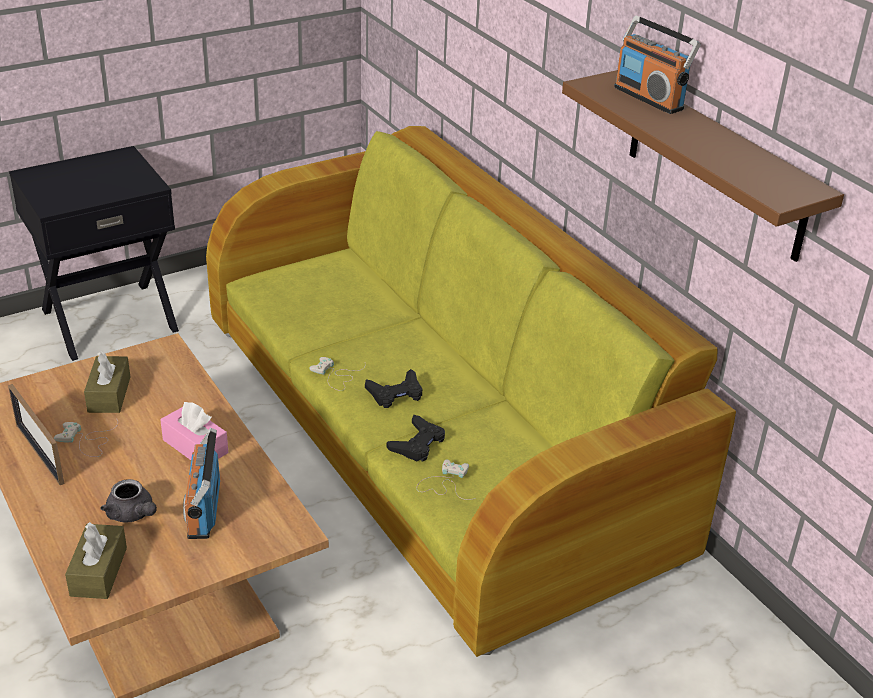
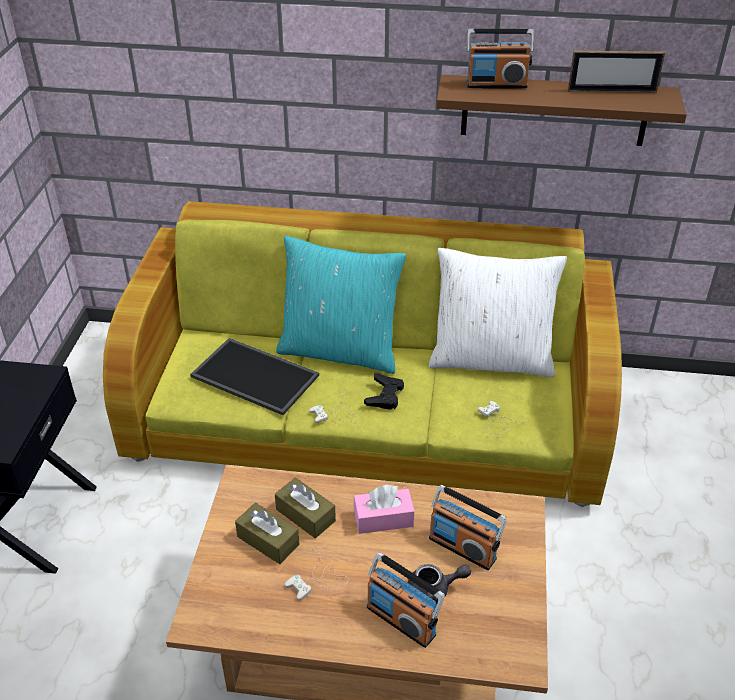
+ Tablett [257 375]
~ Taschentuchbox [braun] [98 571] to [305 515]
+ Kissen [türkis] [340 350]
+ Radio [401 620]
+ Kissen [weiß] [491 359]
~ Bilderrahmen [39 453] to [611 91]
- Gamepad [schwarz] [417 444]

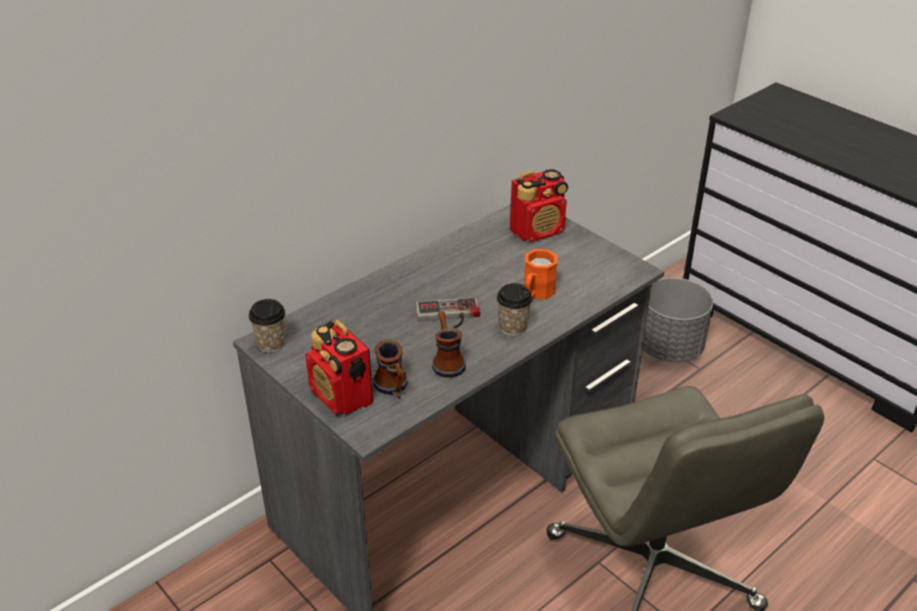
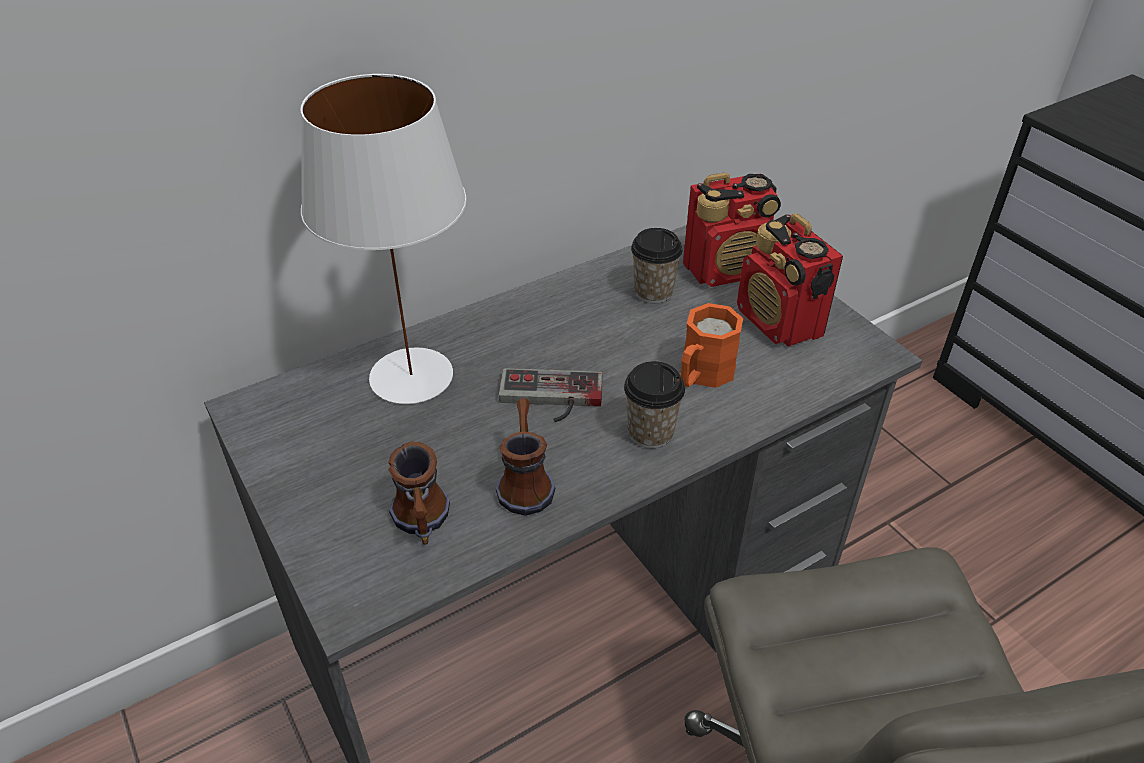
+ Tischlampe [weiß] [409 376]
~ Tasse [271 344] to [653 292]
~ Radio [342 397] to [780 323]
- Pflanzkübel [grau] [670 348]

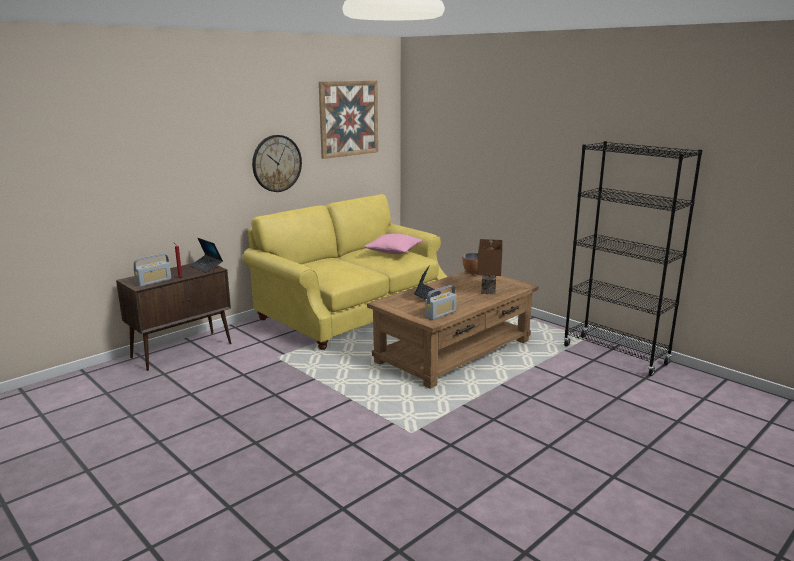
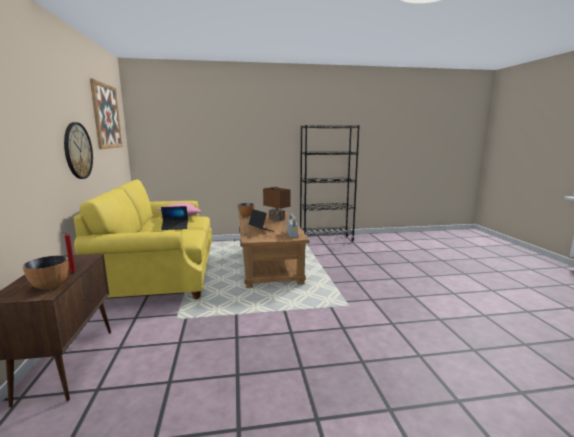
~ Radio [154 282] to Schüssel [50 286]
~ Laptop [206 267] to [175 227]

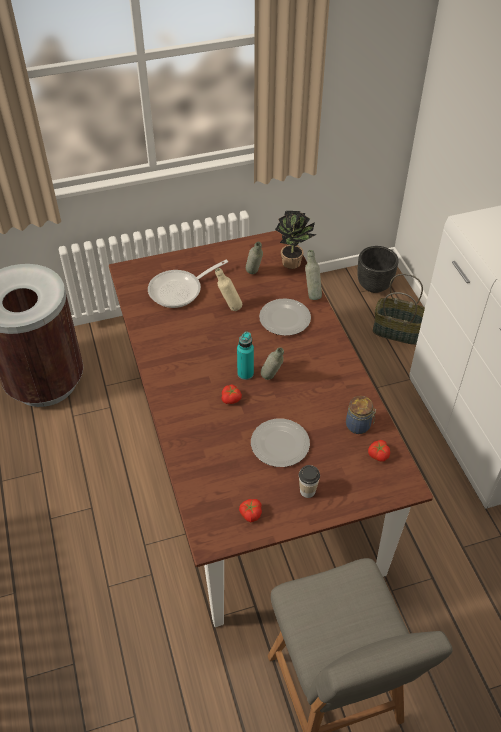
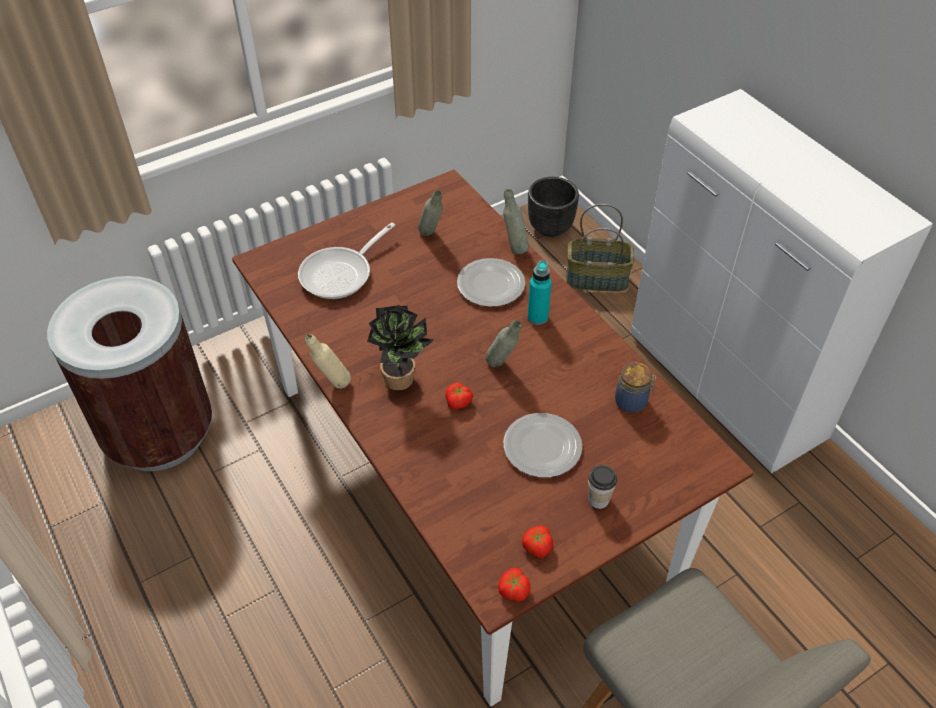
~ Flasche [beige] [229 308] to [332 384]
~ Topfpflanze [294 263] to [403 380]
~ Tomate [378 455] to [513 590]
~ Flasche [türkis] [245 373] to [537 317]

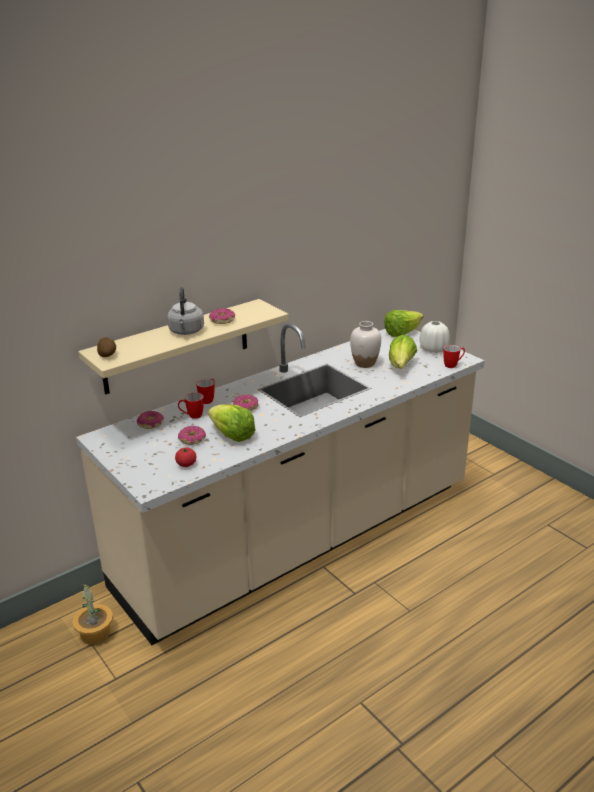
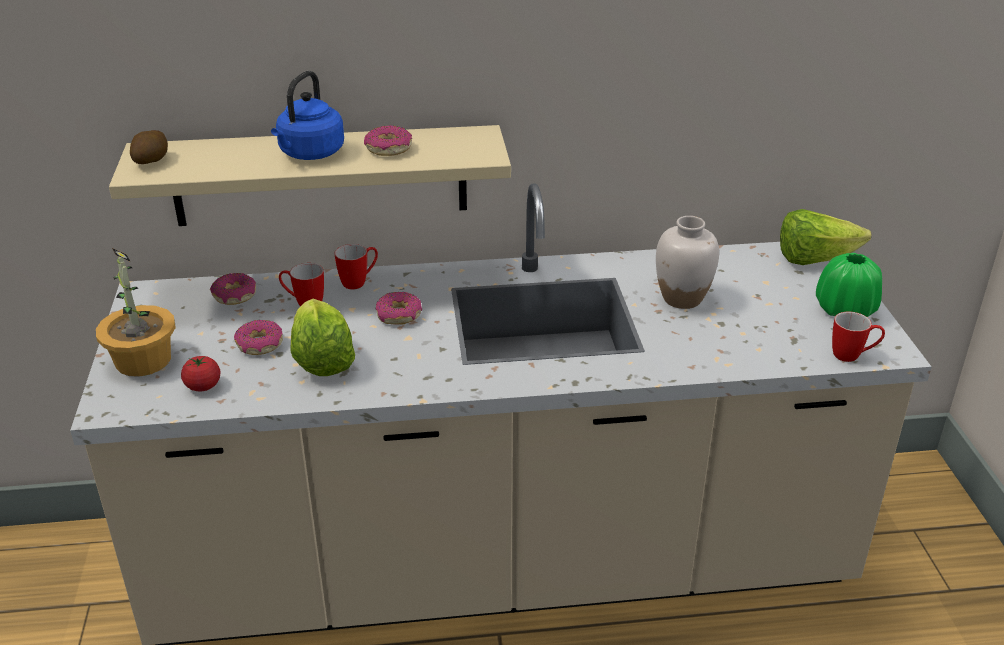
~ Topfpflanze [95 634] to [142 360]
~ Wasserkessel [grau] [186 332] to Wasserkessel [blau] [309 154]
~ Vase [weiß] [433 349] to Vase [grün] [845 310]
- Salatkopf [401 366]

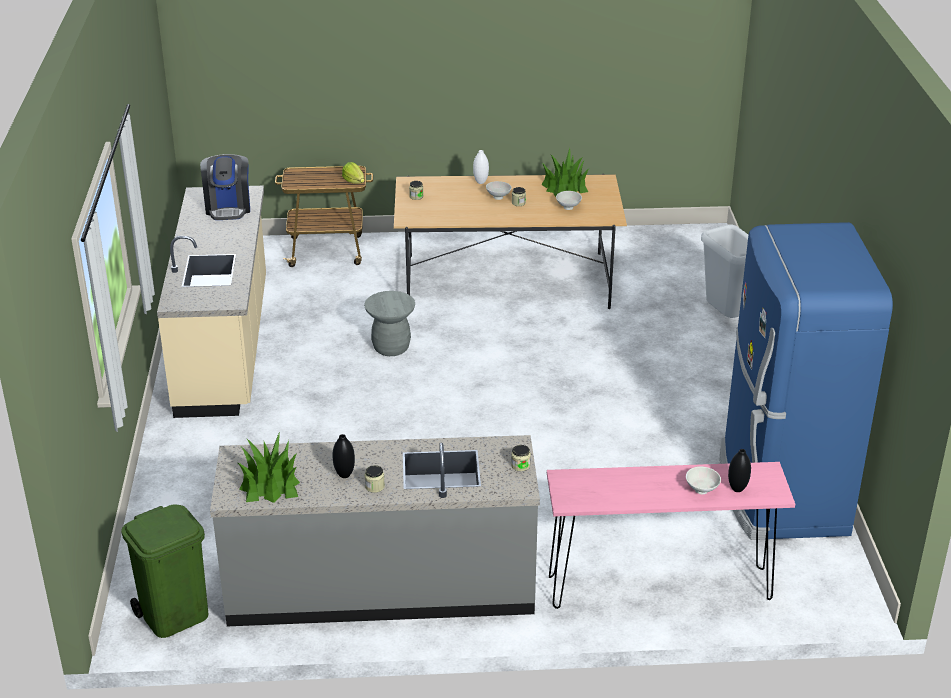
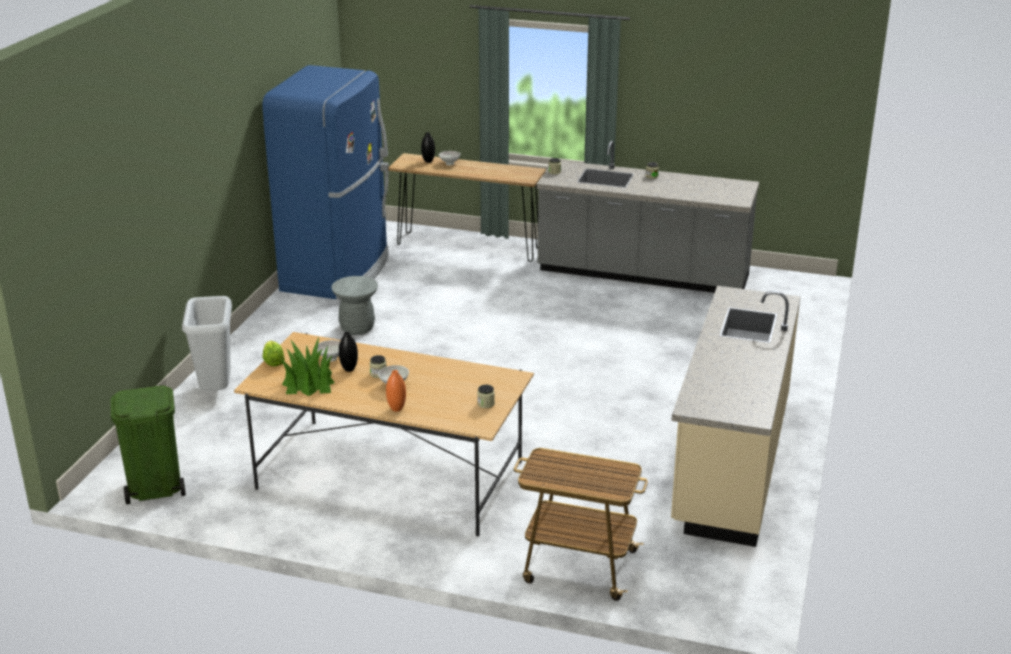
~ Mülleimer [grün] [175 615] to [154 487]
~ Salatkopf [354 182] to [273 362]
~ Hocker [grau] [391 348] to [357 328]
~ Vase [schwarz] [344 475] to [349 369]
~ Vase [weiß] [480 182] to Vase [orange] [396 409]
~ Konsolentisch [rosa] [659 588] to Konsolentisch [braun] [468 247]
- Kaffeemaschine [228 208]
- Topfpflanze [270 485]

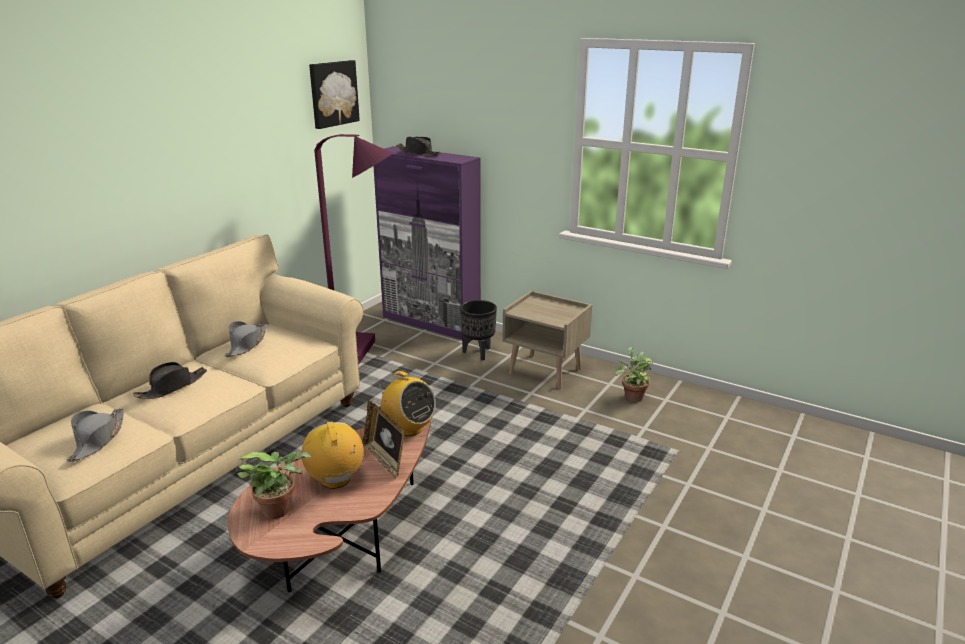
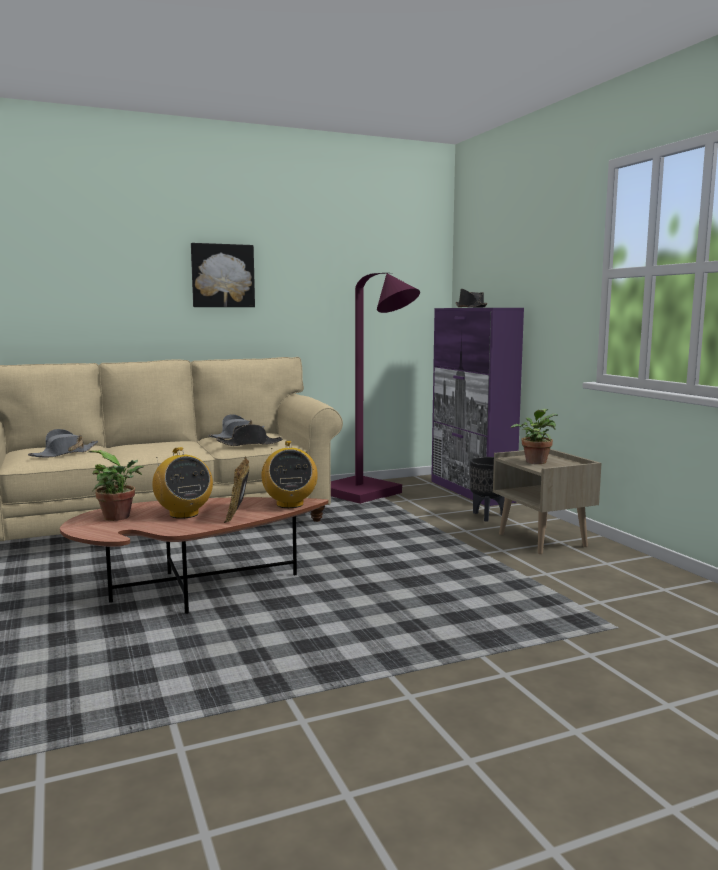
~ Radio [336 480] = [183 514] 135 degrees clockwise
~ Bild [333 93] to [222 276]
~ Hut [schwarz] [172 387] to [250 444]
~ Topfpflanze [632 396] to [535 461]

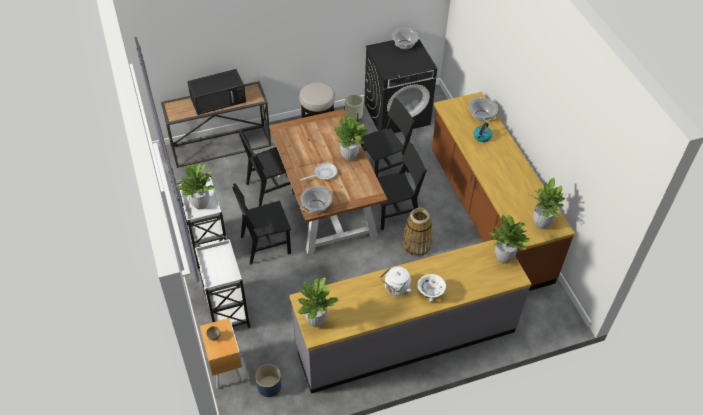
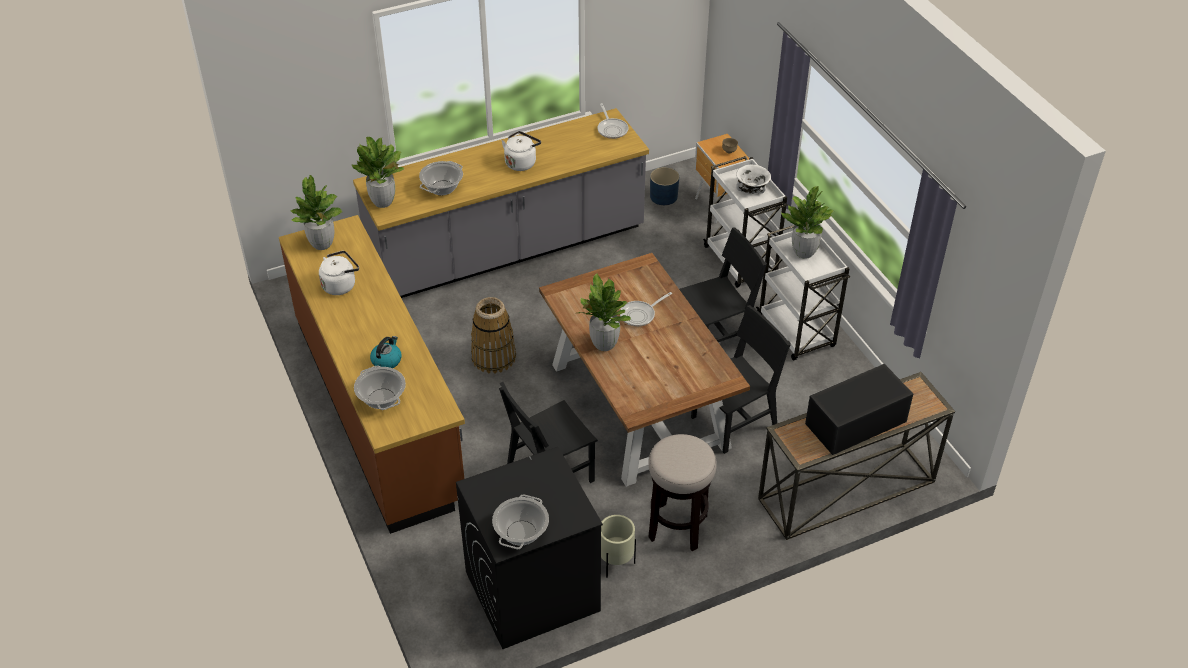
+ Wasserkessel [weiß] [340 285]
~ Kochtopf [316 206] to [442 188]
~ Topfpflanze [316 320] to Pfanne [612 129]
~ Schüssel [weiß] [431 293] to [751 189]
- Stuhl [schwarz] [394 212]

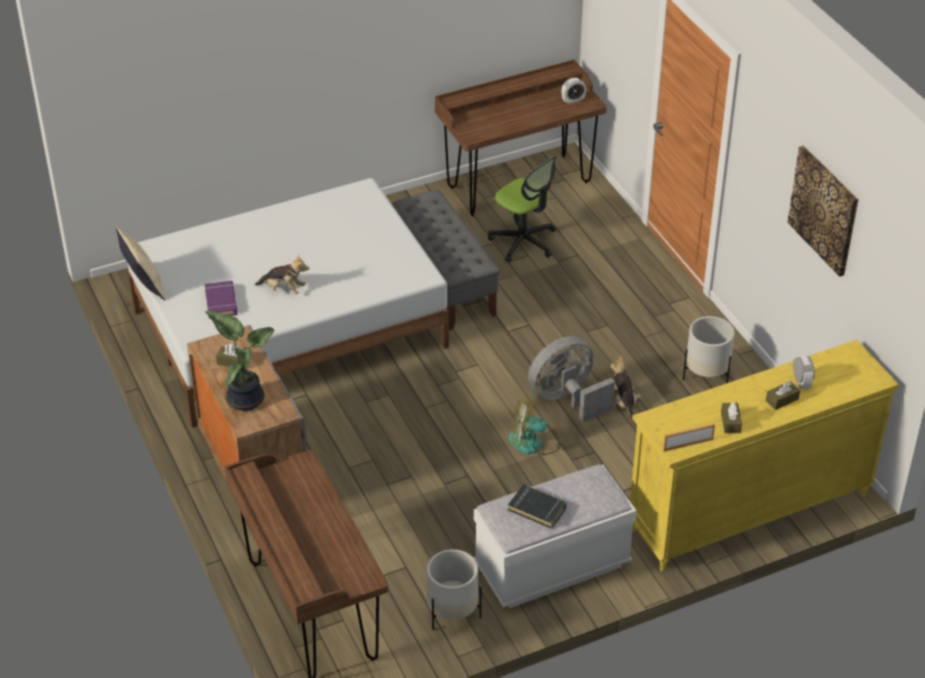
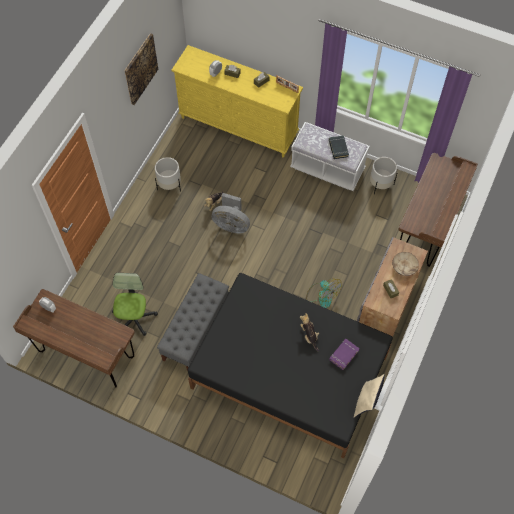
~ Bett [weiß] [289 327] to Bett [schwarz] [289 372]
~ Ventilator [533 443] to [322 295]
~ Topfpflanze [245 398] to Schüssel [beige] [404 267]

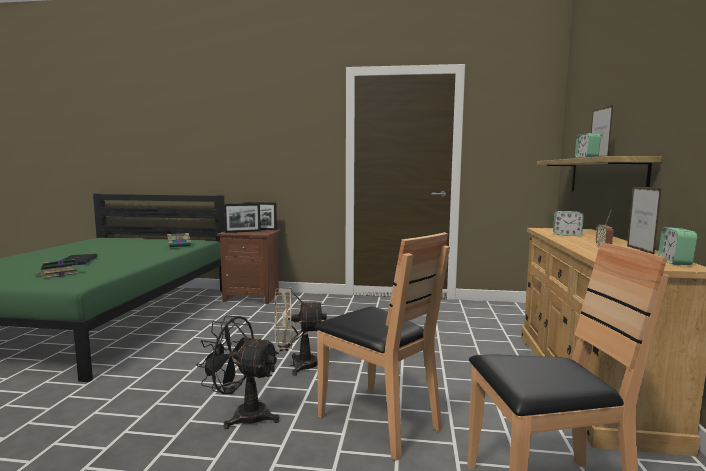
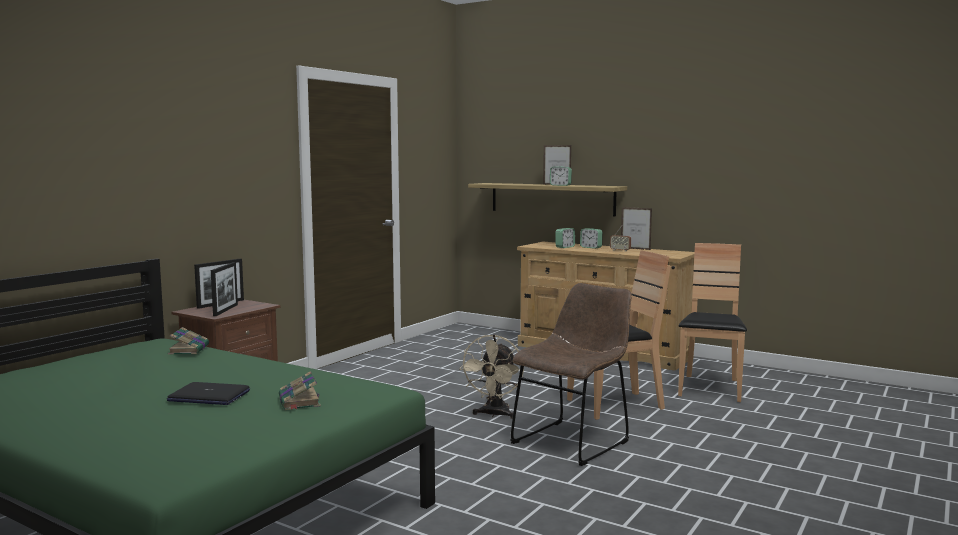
~ Ventilator [schwarz] [243 415] to Stuhl [braun] [573 441]
~ Wecker [675 262] to [591 247]

